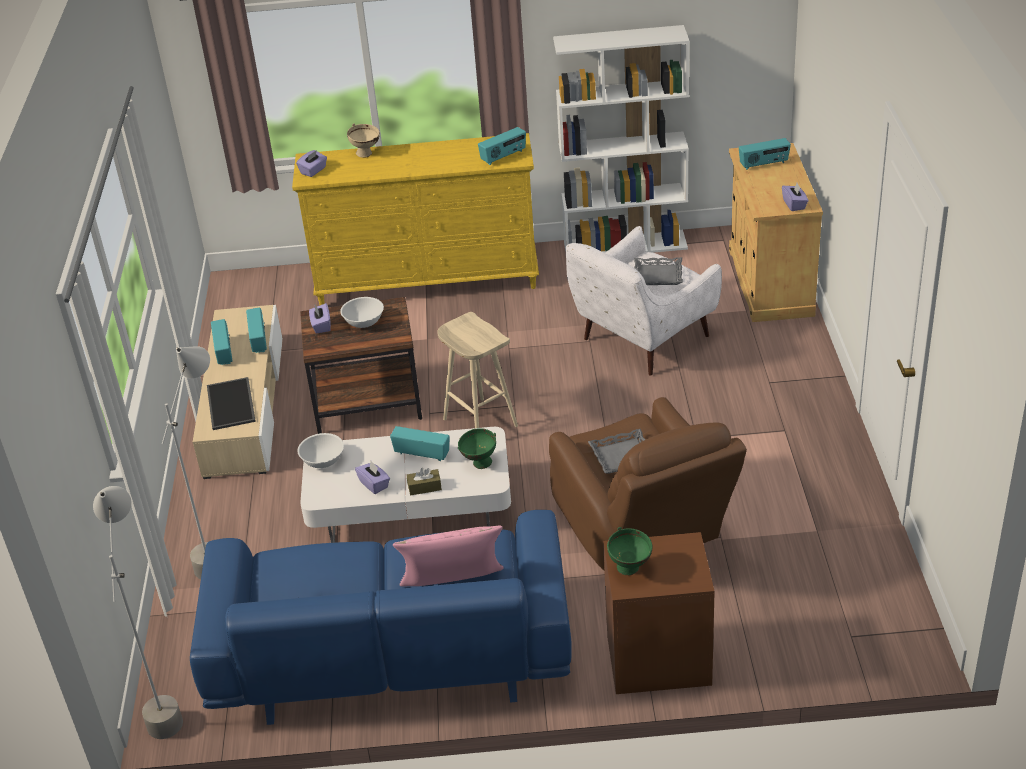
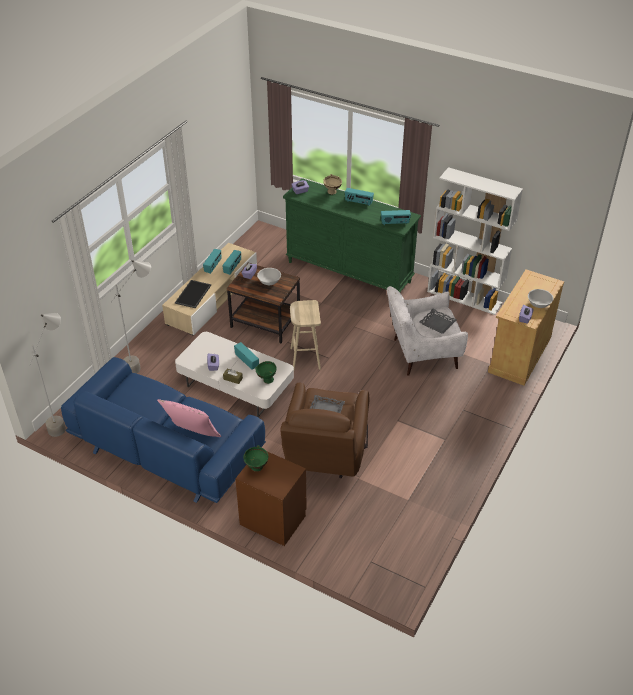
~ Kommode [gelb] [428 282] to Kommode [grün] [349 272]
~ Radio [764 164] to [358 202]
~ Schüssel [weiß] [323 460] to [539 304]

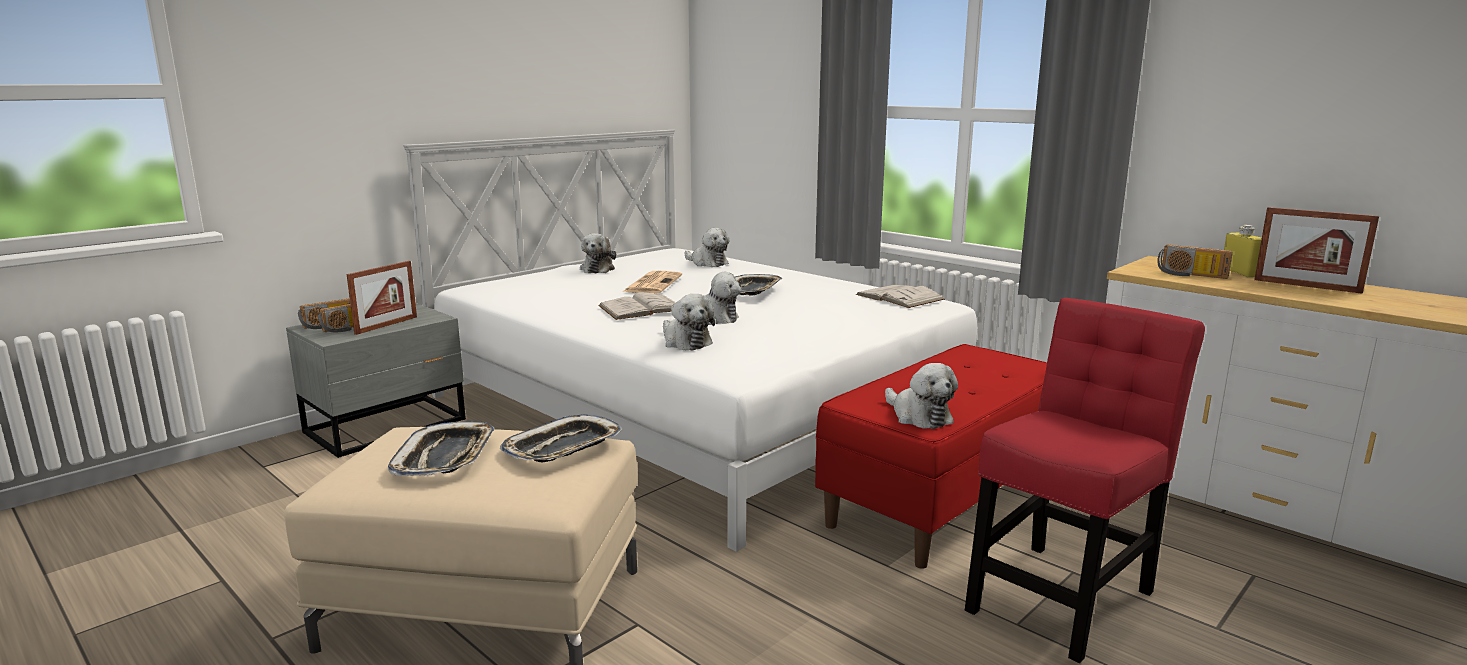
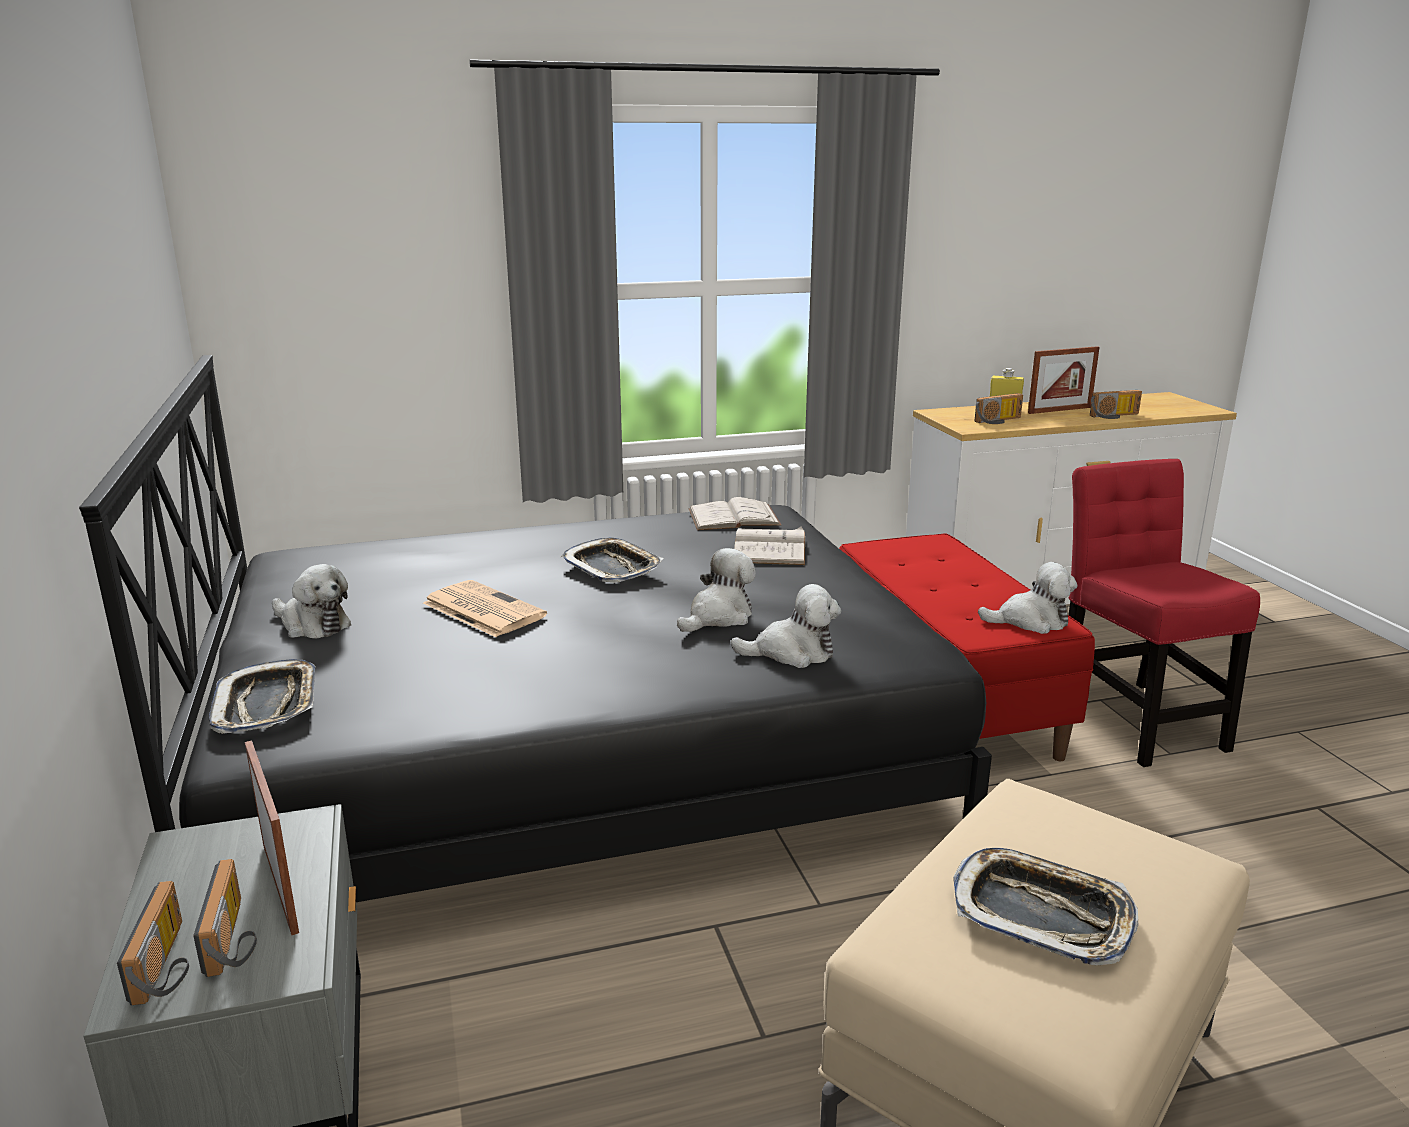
~ Bett [weiß] [694 408] to Bett [schwarz] [573 758]
~ Tablett [563 448] to [268 705]
~ Buch [weiß] [642 308] to [769 547]
+ Radio [1115 416]
- Plüschtier [707 263]

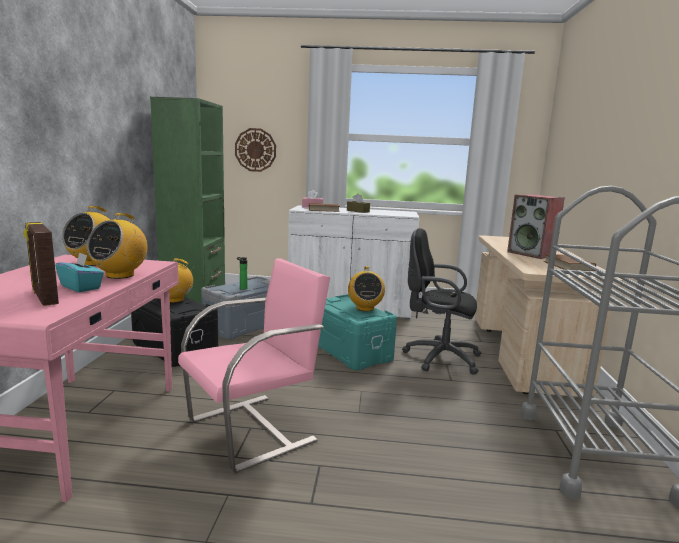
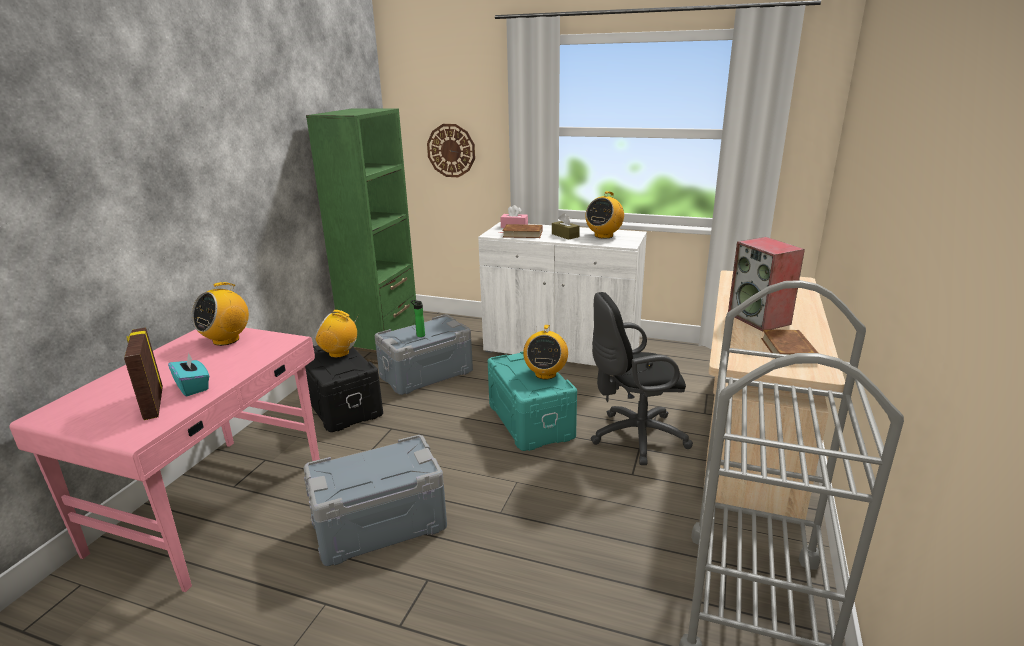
~ Stuhl [rosa] [254 430] to Aufbewahrungsbox [grau] [380 525]
~ Radio [120 275] to [603 235]
~ Bürostuhl [schwarz] [438 357] = [633 437] 45 degrees counterclockwise

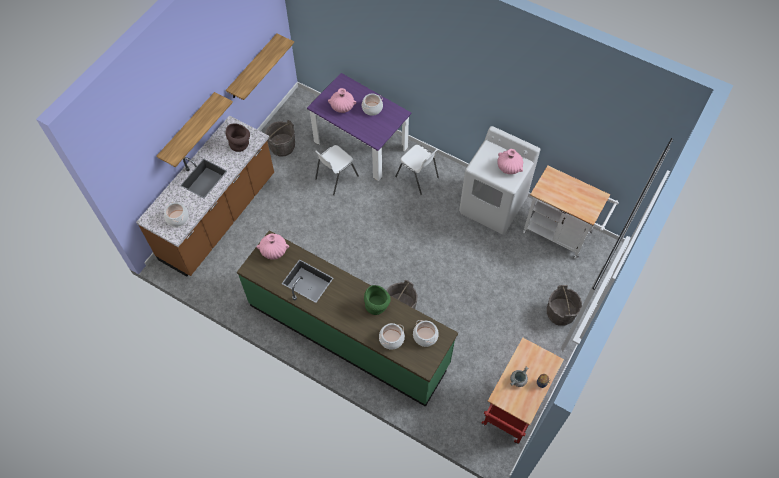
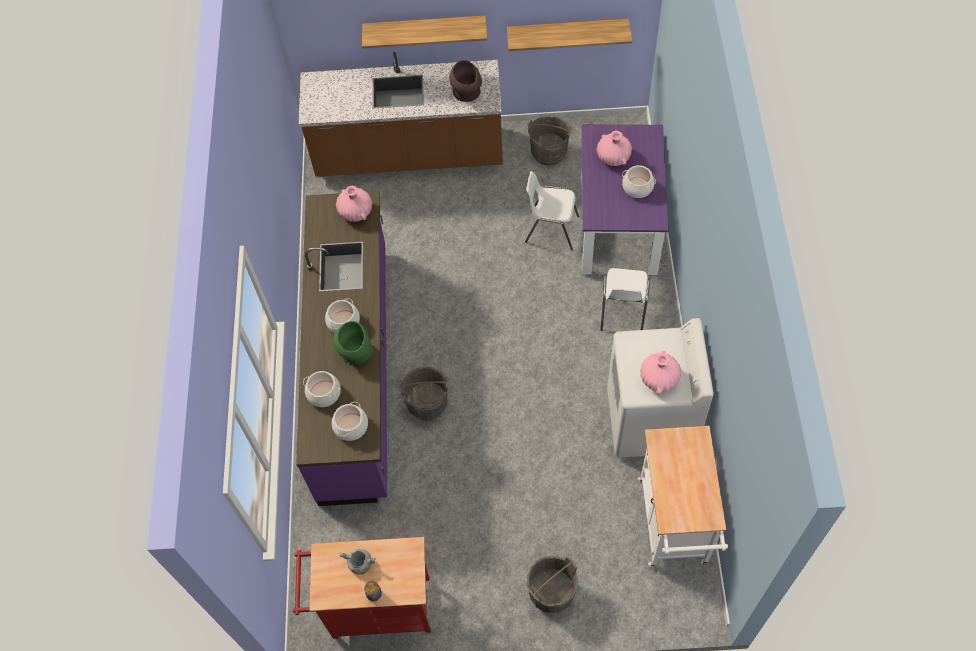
~ Küchenzeile [grün] [348 334] to Küchenzeile [lila] [356 370]
~ Kochtopf [177 218] to [343 322]

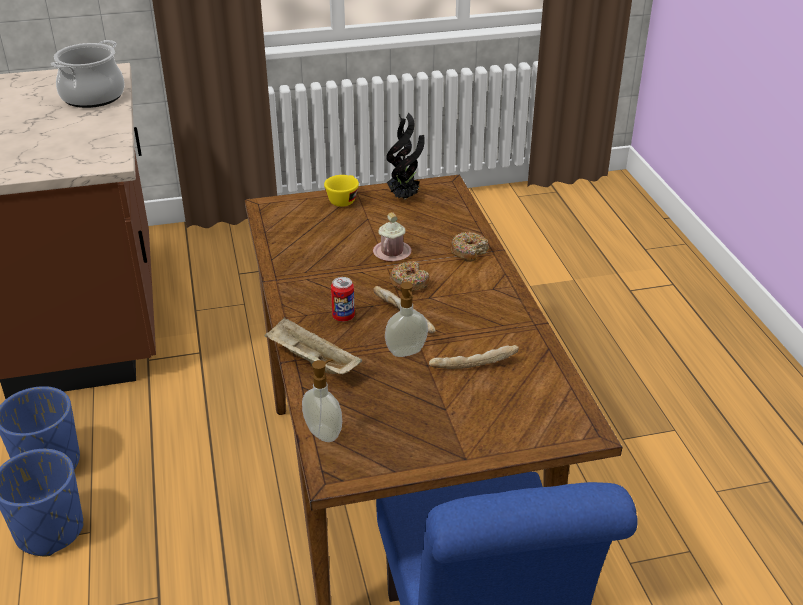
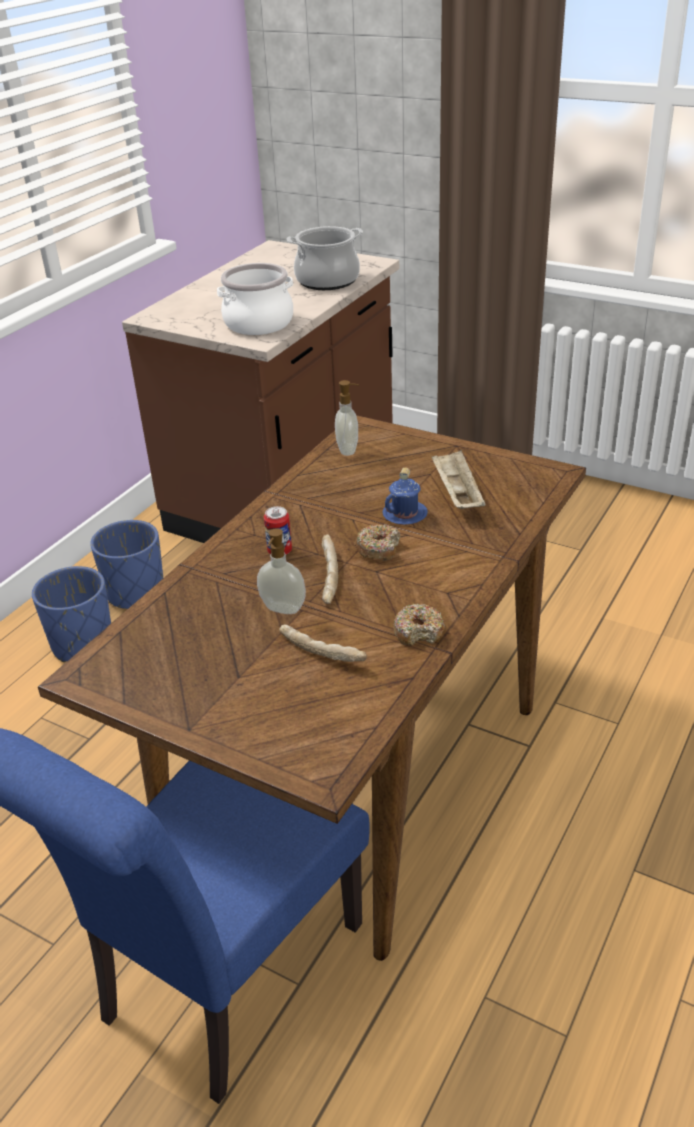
+ Kochtopf [258 323]
~ Seifenspender [324 433] to [348 450]
~ Henkelbecher [rosa] [392 252] to Henkelbecher [blau] [405 514]
~ Donut [468 252] to [418 632]
~ Tablett [beige] [311 361] to [456 494]
- Tasse [gelb] [343 199]
- Topfpflanze [405 197]

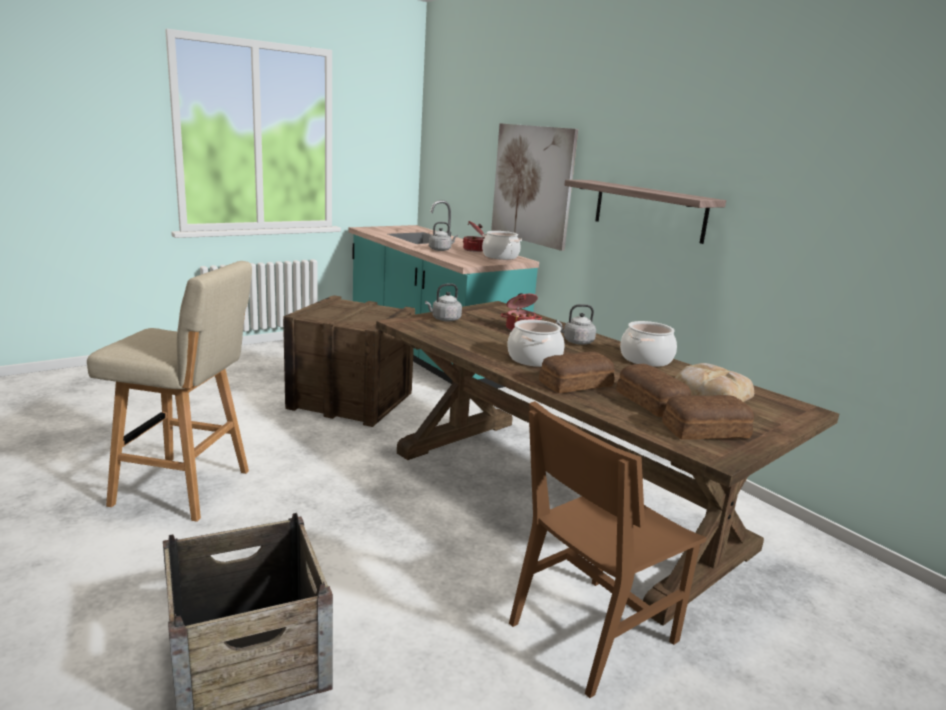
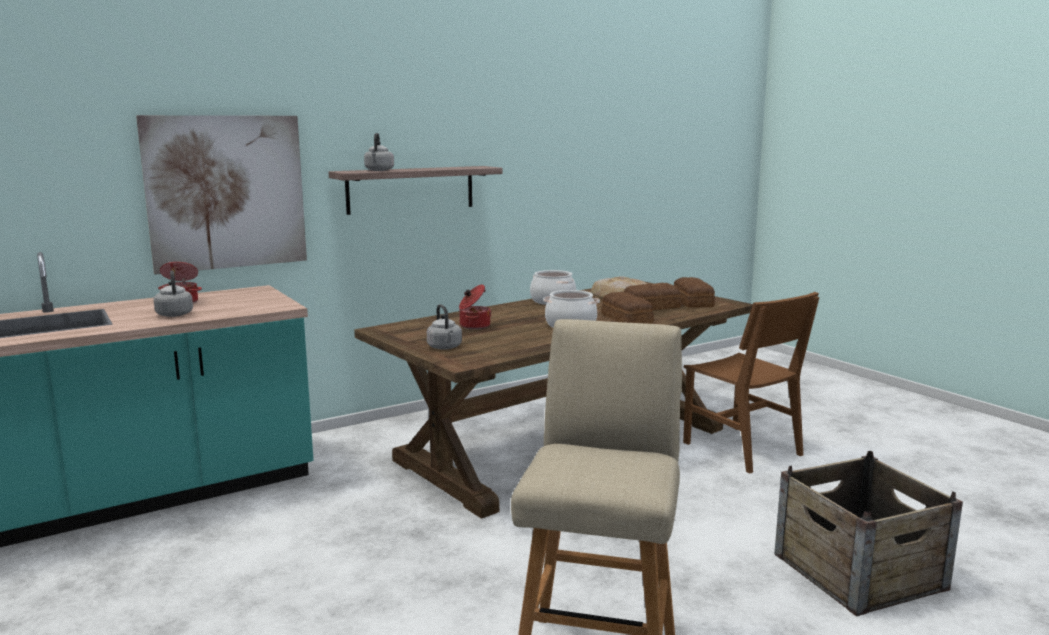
~ Wasserkessel [grau] [576 342] to [379 170]
- Kiste [351 400]
- Kochtopf [500 256]

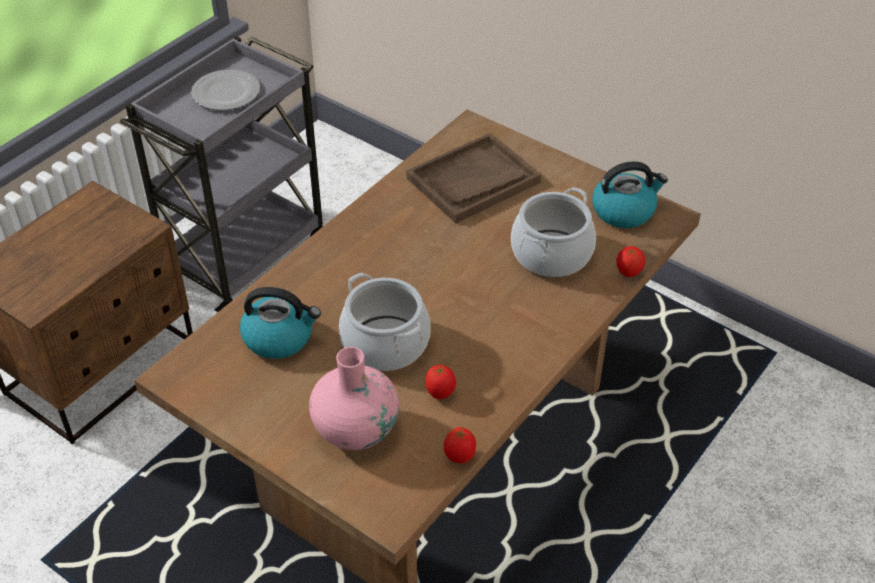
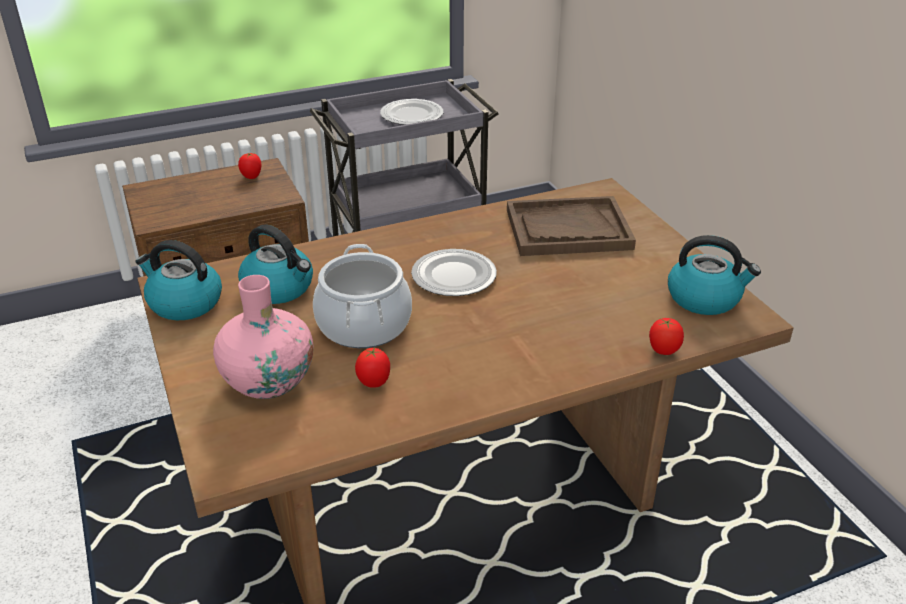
+ Wasserkessel [184 303]
~ Tomate [460 457] to [252 177]
+ Teller [455 276]
- Kochtopf [552 254]

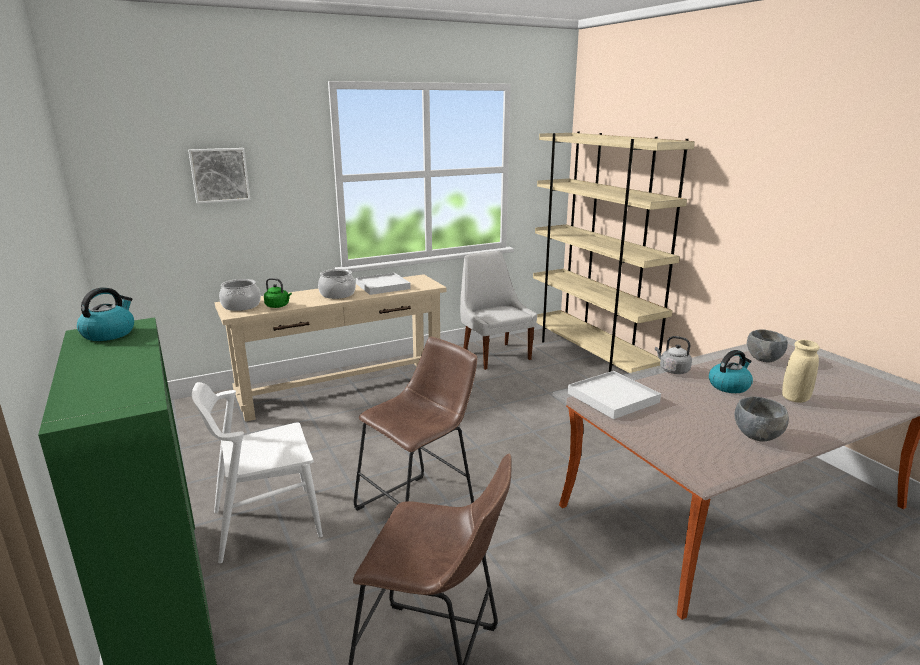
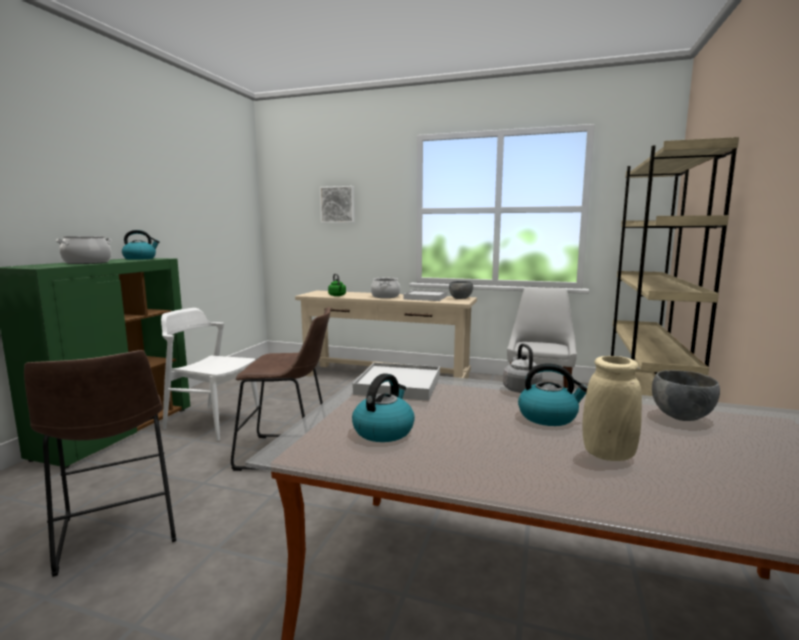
~ Kochtopf [241 306] to [87 262]
+ Wasserkessel [383 431]
~ Schüssel [grau] [757 436] to [460 299]

